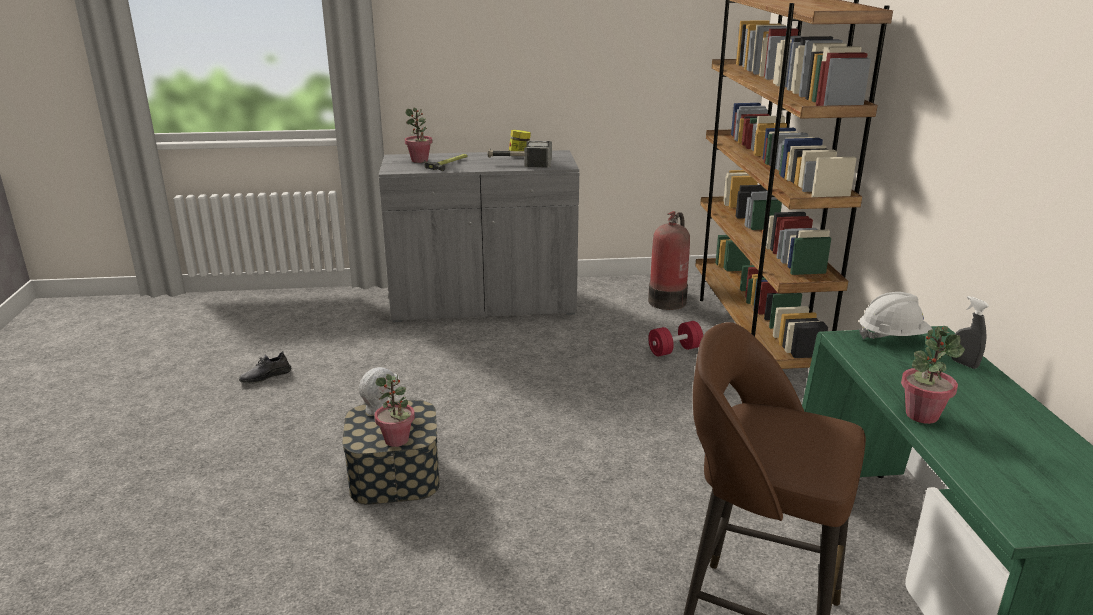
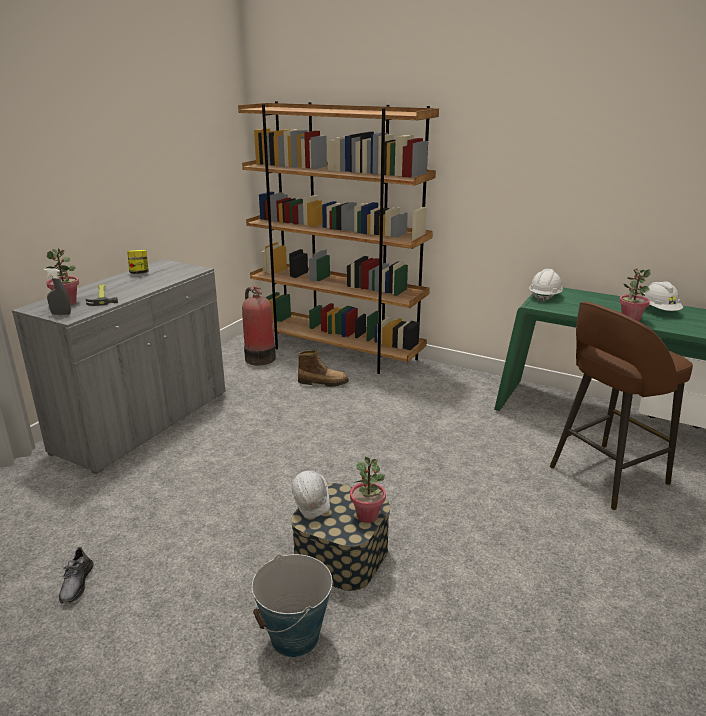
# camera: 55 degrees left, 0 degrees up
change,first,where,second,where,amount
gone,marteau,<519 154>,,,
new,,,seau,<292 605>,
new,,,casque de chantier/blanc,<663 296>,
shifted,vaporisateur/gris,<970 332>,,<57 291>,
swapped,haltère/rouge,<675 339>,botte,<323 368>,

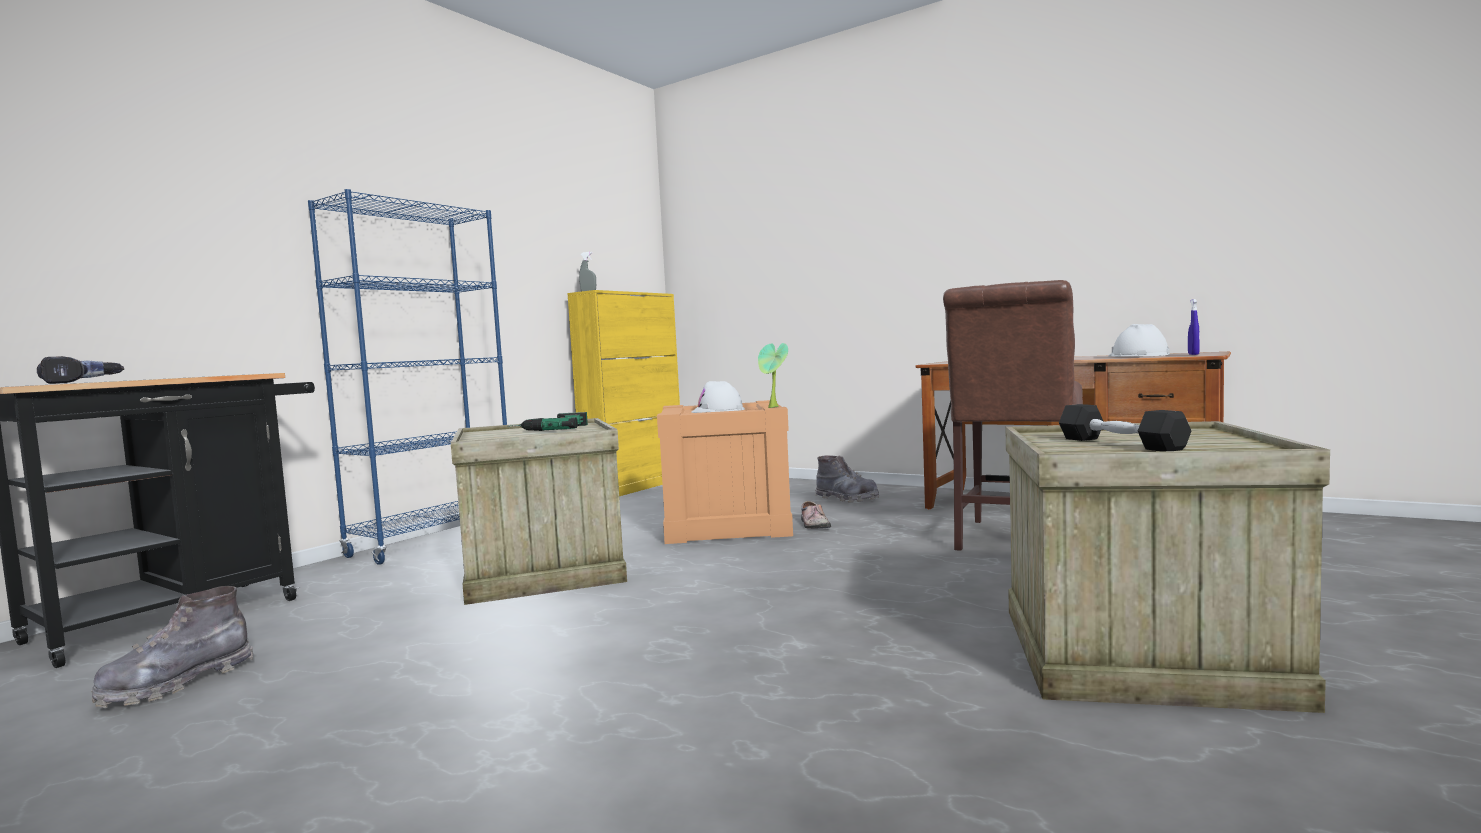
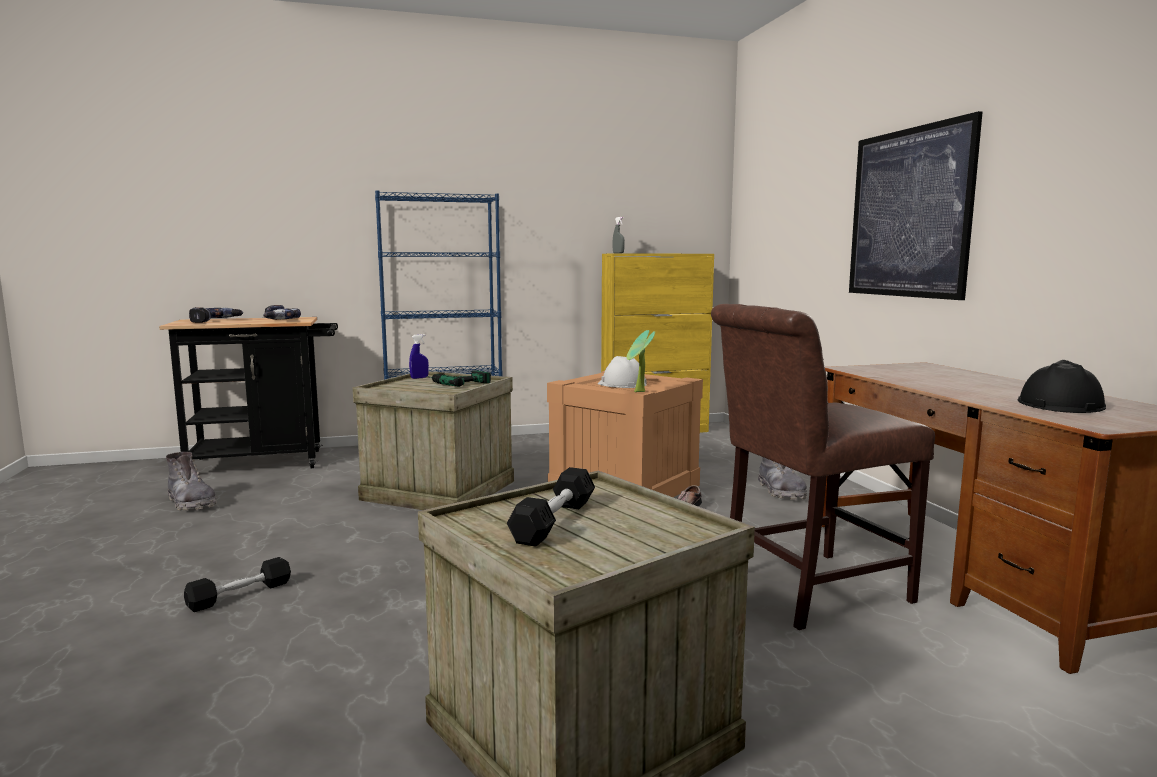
# camera: 40 degrees right, 5 degrees up
change,first,where,second,where,amount
new,,,haltère/noir,<237 584>,
new,,,perceuse,<282 312>,
new,,,tableau,<916 205>,
shifted,vaporisateur/bleu,<1194 327>,,<419 356>,
repainted,casque de chantier/blanc,<1139 340>,casque de chantier/noir,<1062 386>,
rotated,botte/gris,<172 647>,,<191 481>,120 degrees counterclockwise

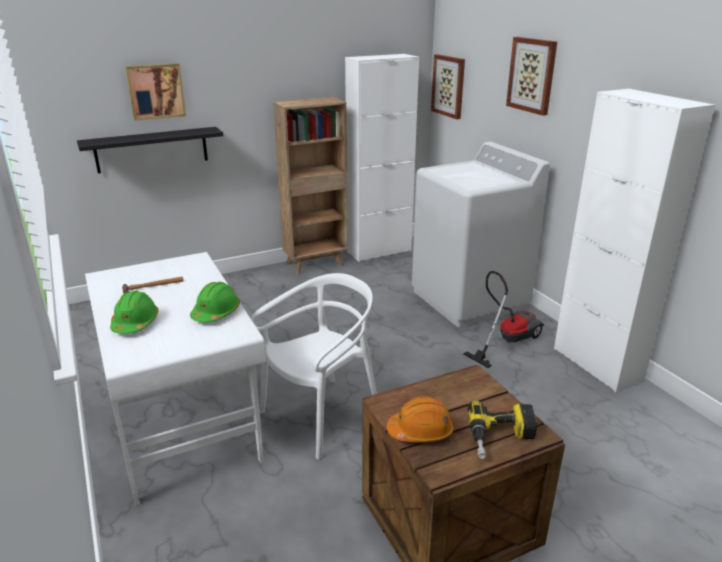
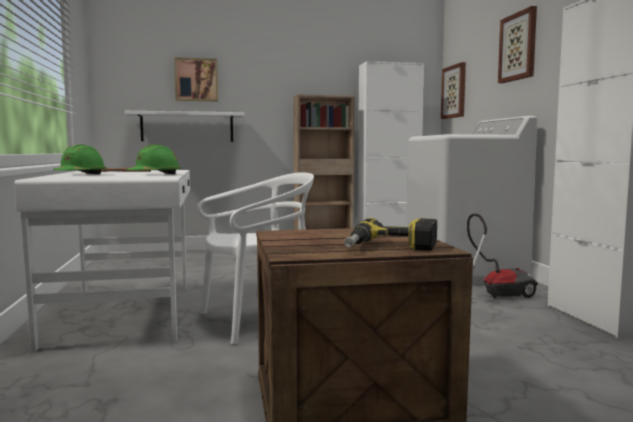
# camera: 15 degrees right, 20 degrees down
change,first,where,second,where,amount
gone,casque de chantier/orange,<420 419>,,,
repainted,étagère/noir,<150 150>,étagère/blanc,<184 126>,

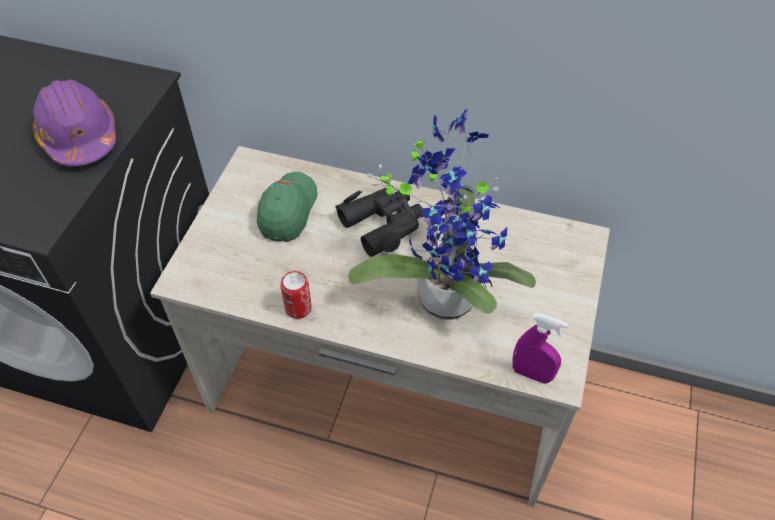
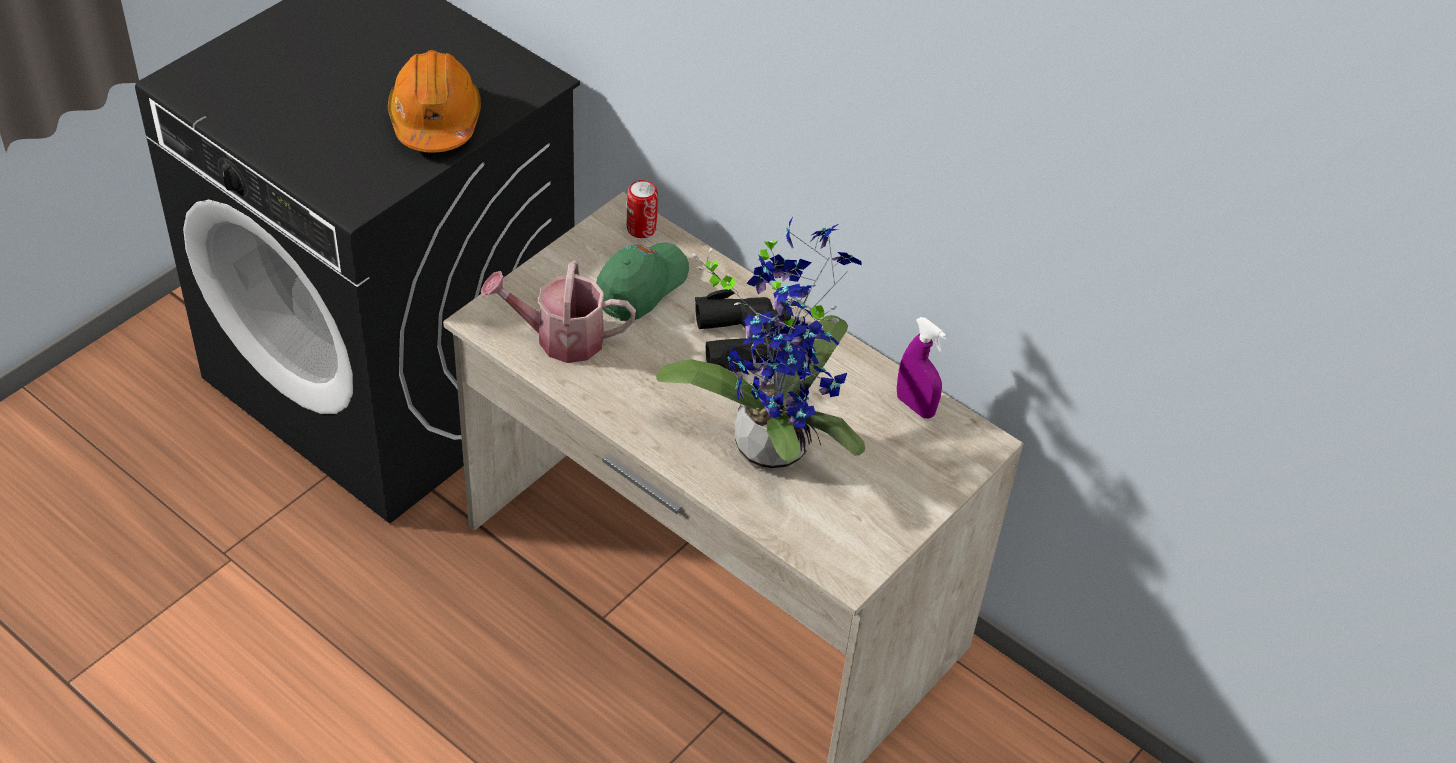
# camera: 20 degrees right, 5 degrees down
change,first,where,second,where,amount
new,,,arrosoir,<558 311>,
shifted,boîte métallique,<296 295>,,<642 209>,
shifted,vaporisateur/violet,<540 348>,,<922 367>,
repainted,casque de chantier/violet,<74 122>,casque de chantier/orange,<434 101>,

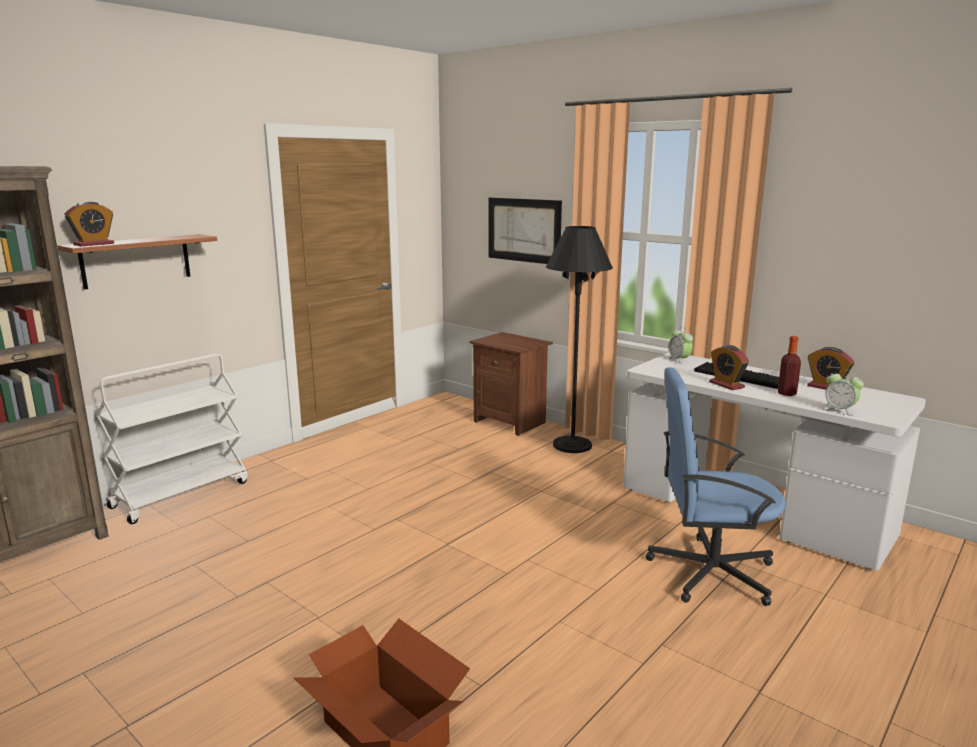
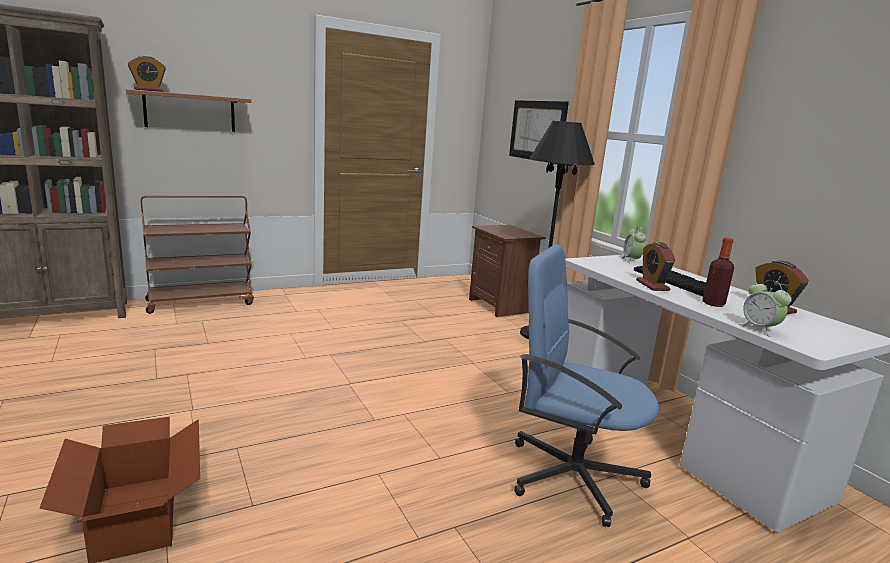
# camera: 20 degrees right, 0 degrees up
change,first,where,second,where,amount
repainted,chariot/blanc,<172 439>,chariot/marron,<197 255>,

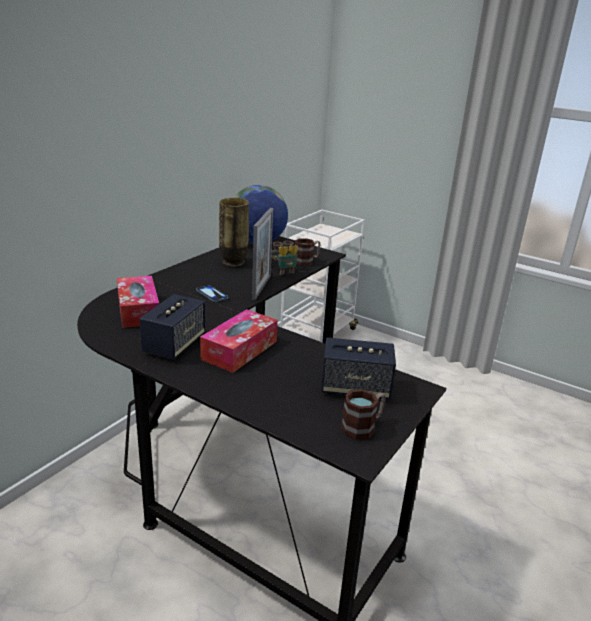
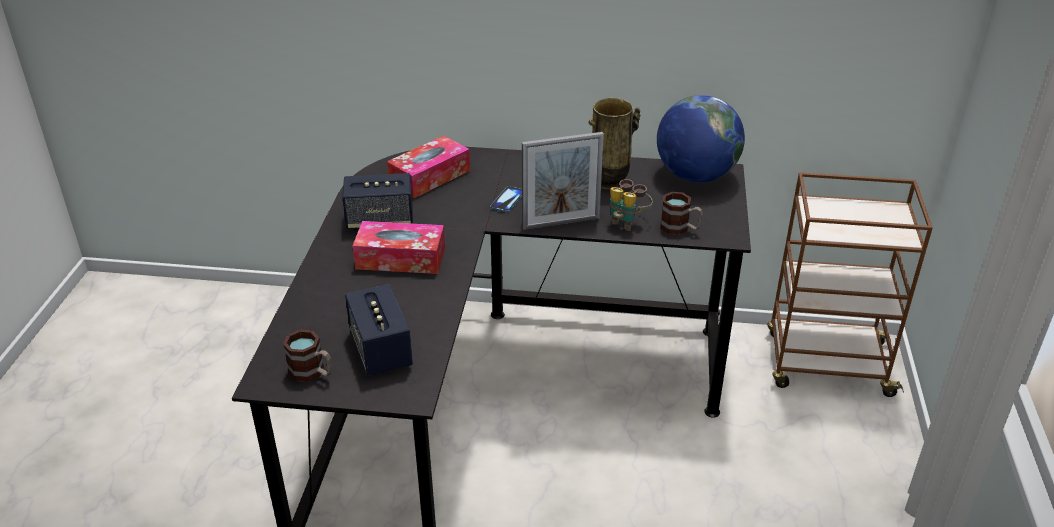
# camera: 65 degrees right, 10 degrees up
change,first,where,second,where,amount
repainted,chariot/blanc,<322 276>,chariot/marron,<850 284>,

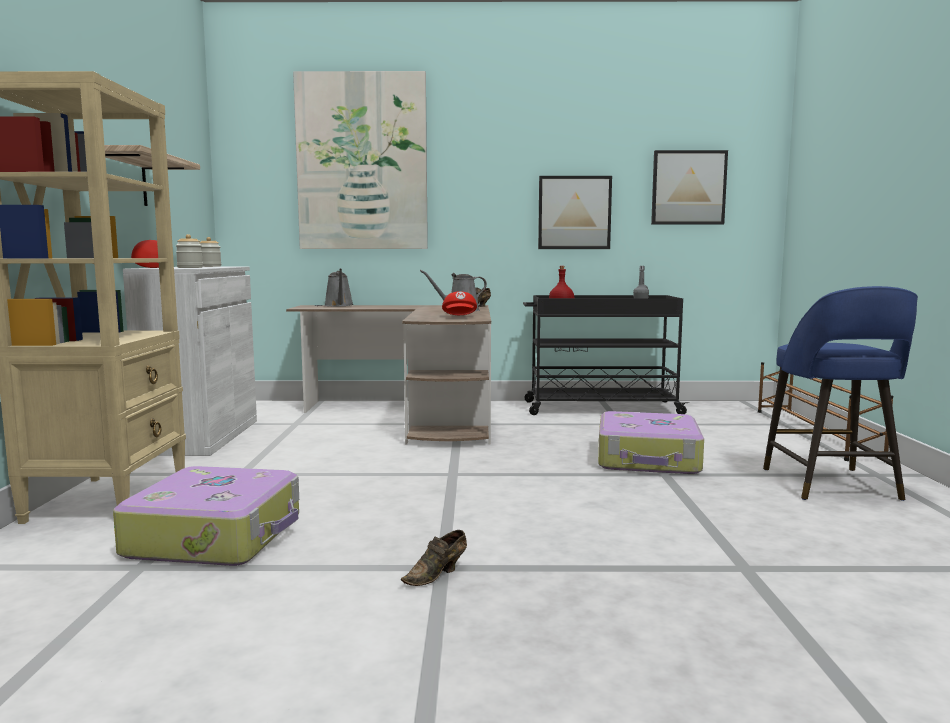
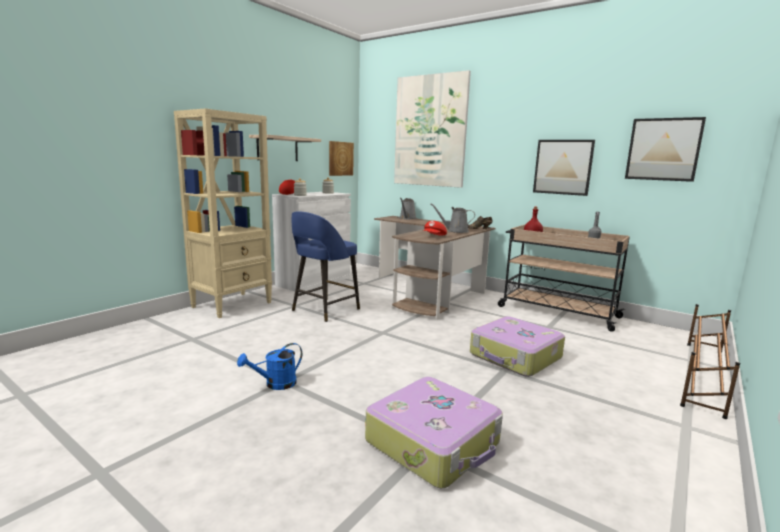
# camera: 35 degrees right, 5 degrees up
change,first,where,second,where,amount
new,,,tableau,<341 158>,
shifted,valise,<206 516>,,<434 432>,
shifted,tabouret/bleu,<840 393>,,<326 266>,
swapped,chaussure/marron,<434 558>,arrosoir/bleu,<269 366>,
repainted,chariot/noir,<606 355>,chariot/beige,<564 278>,

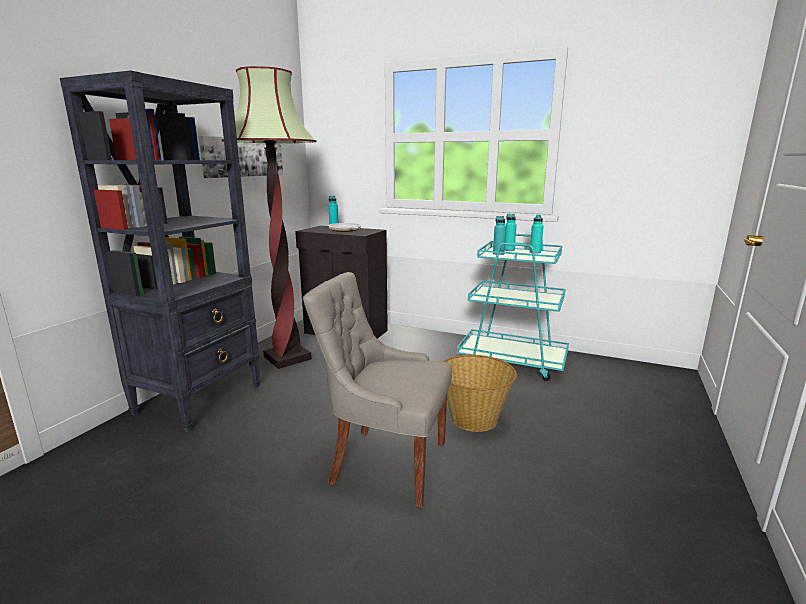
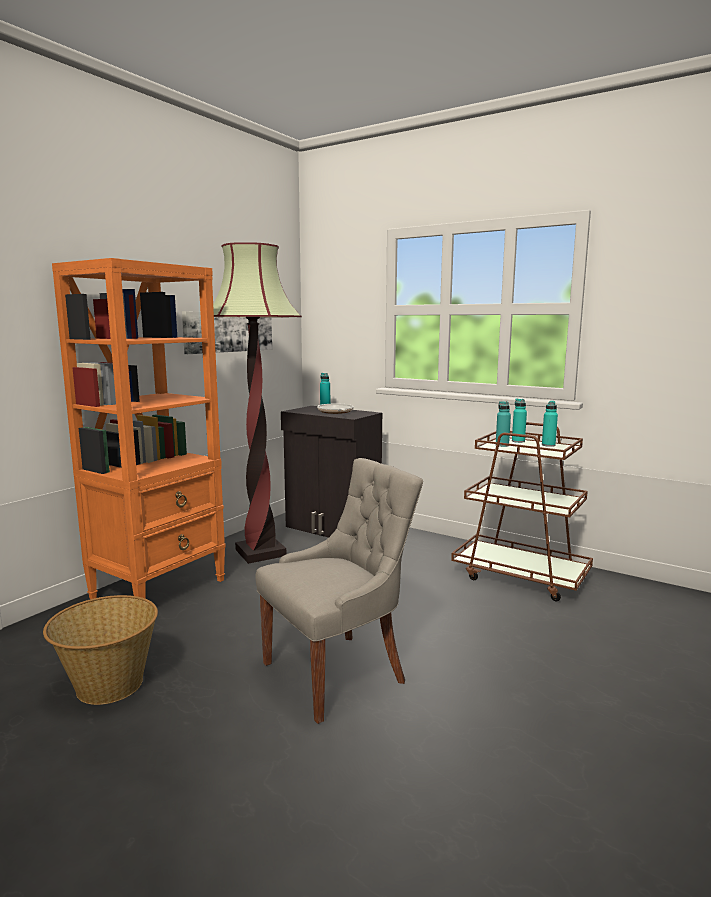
# camera: 10 degrees right, 5 degrees down
change,first,where,second,where,amount
shifted,panier,<479 393>,,<100 650>,
repainted,bibliothèque/noir,<160 251>,bibliothèque/orange,<139 428>,
repainted,chariot/turquoise,<513 307>,chariot/marron,<522 511>,
rotated,chaise/gris,<377 390>,,<339 591>,120 degrees clockwise

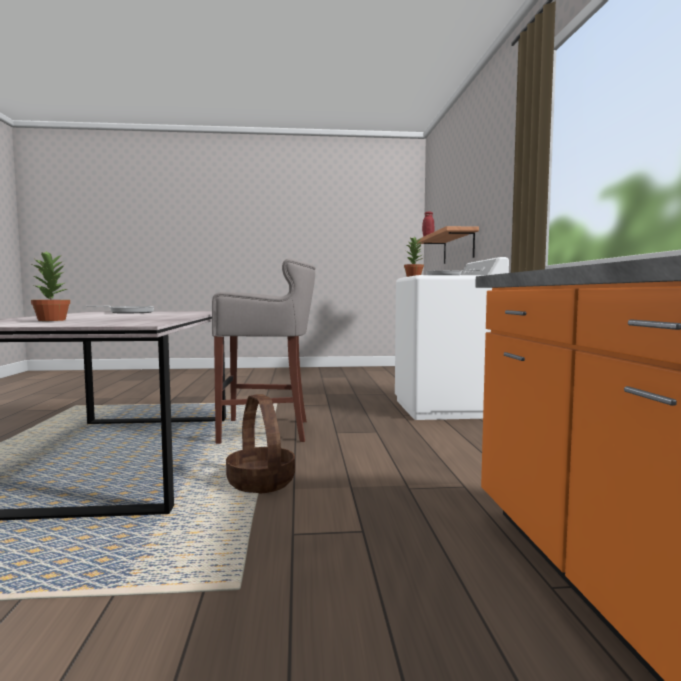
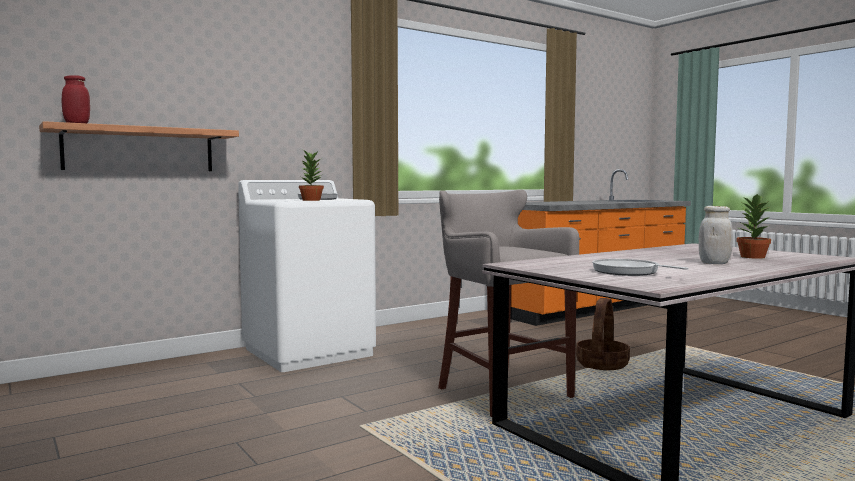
# camera: 120 degrees left, 0 degrees up
change,first,where,second,where,amount
new,,,bocal/blanc,<716 235>,

